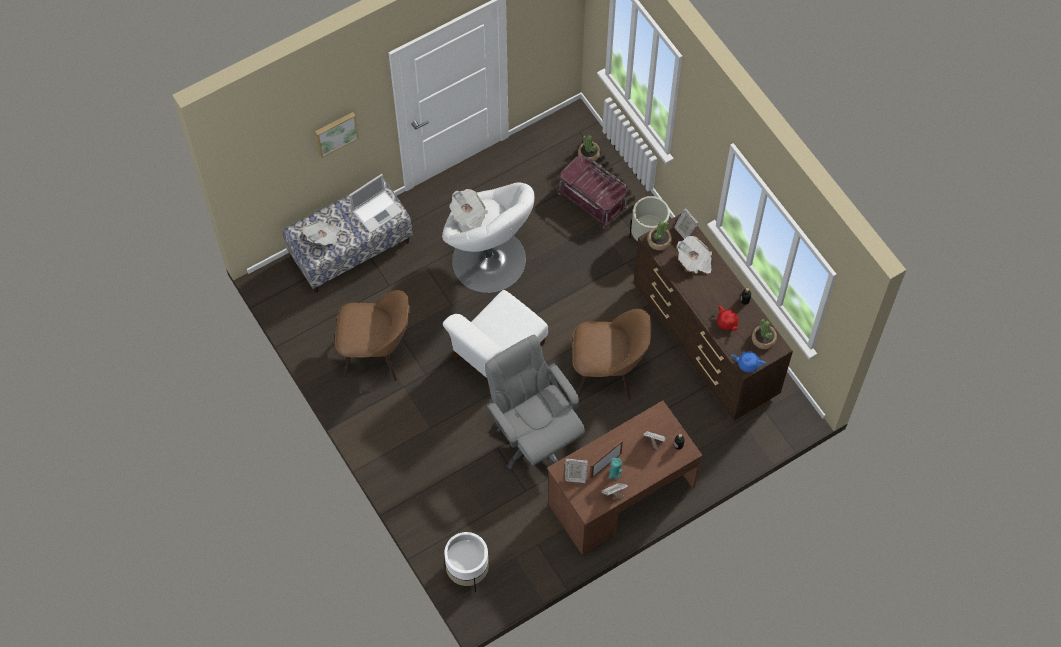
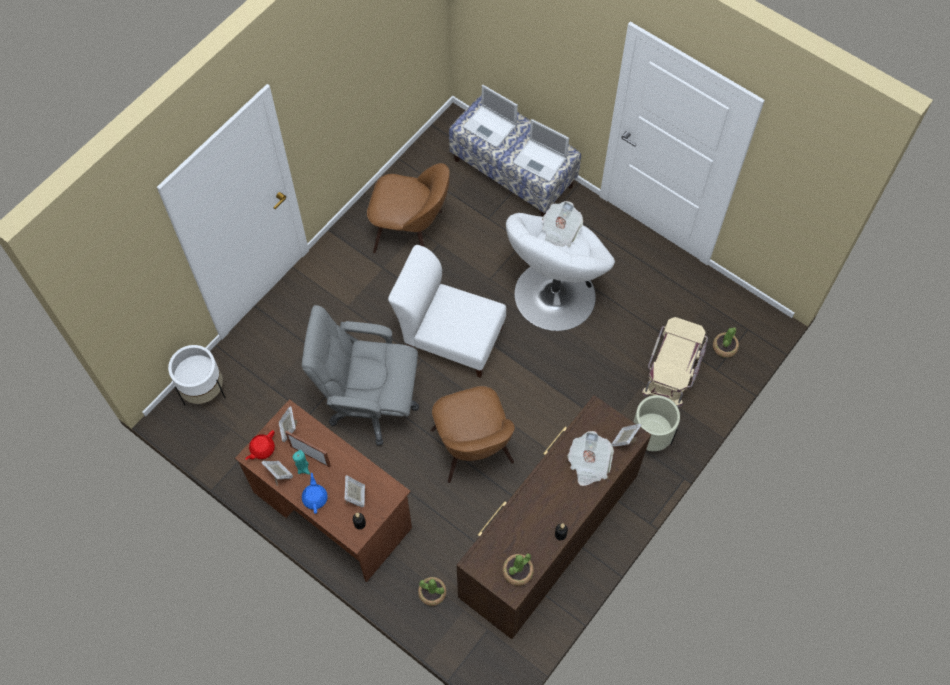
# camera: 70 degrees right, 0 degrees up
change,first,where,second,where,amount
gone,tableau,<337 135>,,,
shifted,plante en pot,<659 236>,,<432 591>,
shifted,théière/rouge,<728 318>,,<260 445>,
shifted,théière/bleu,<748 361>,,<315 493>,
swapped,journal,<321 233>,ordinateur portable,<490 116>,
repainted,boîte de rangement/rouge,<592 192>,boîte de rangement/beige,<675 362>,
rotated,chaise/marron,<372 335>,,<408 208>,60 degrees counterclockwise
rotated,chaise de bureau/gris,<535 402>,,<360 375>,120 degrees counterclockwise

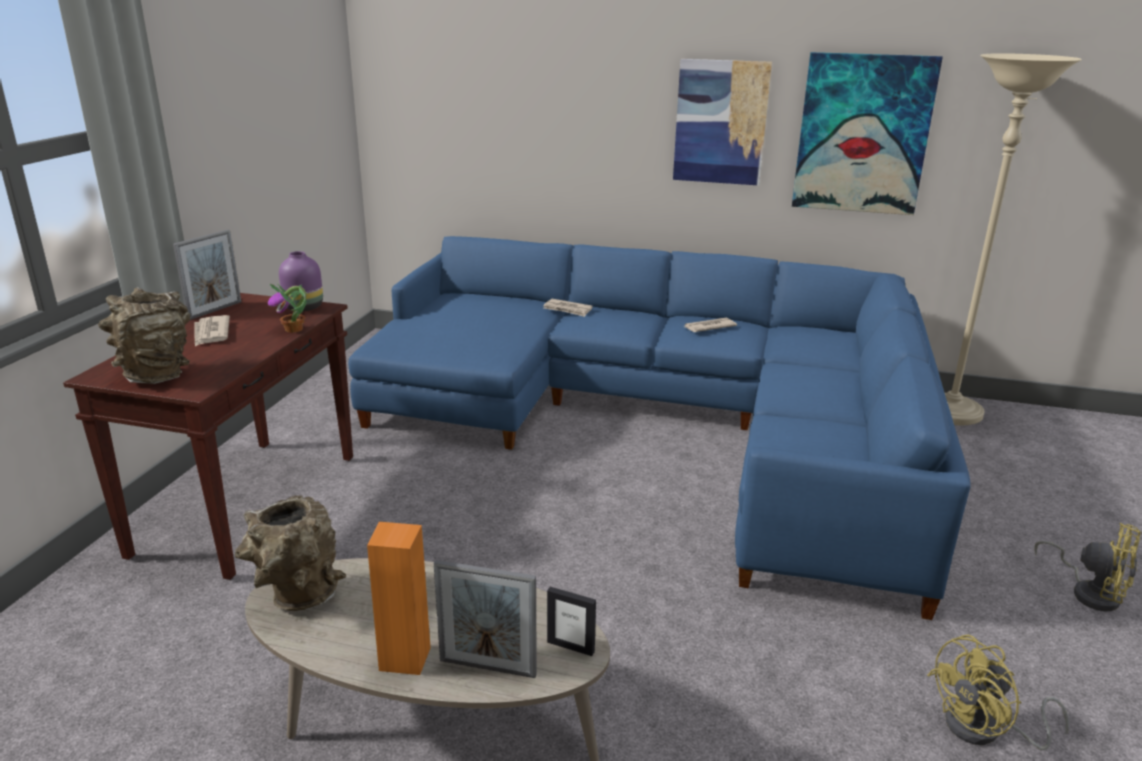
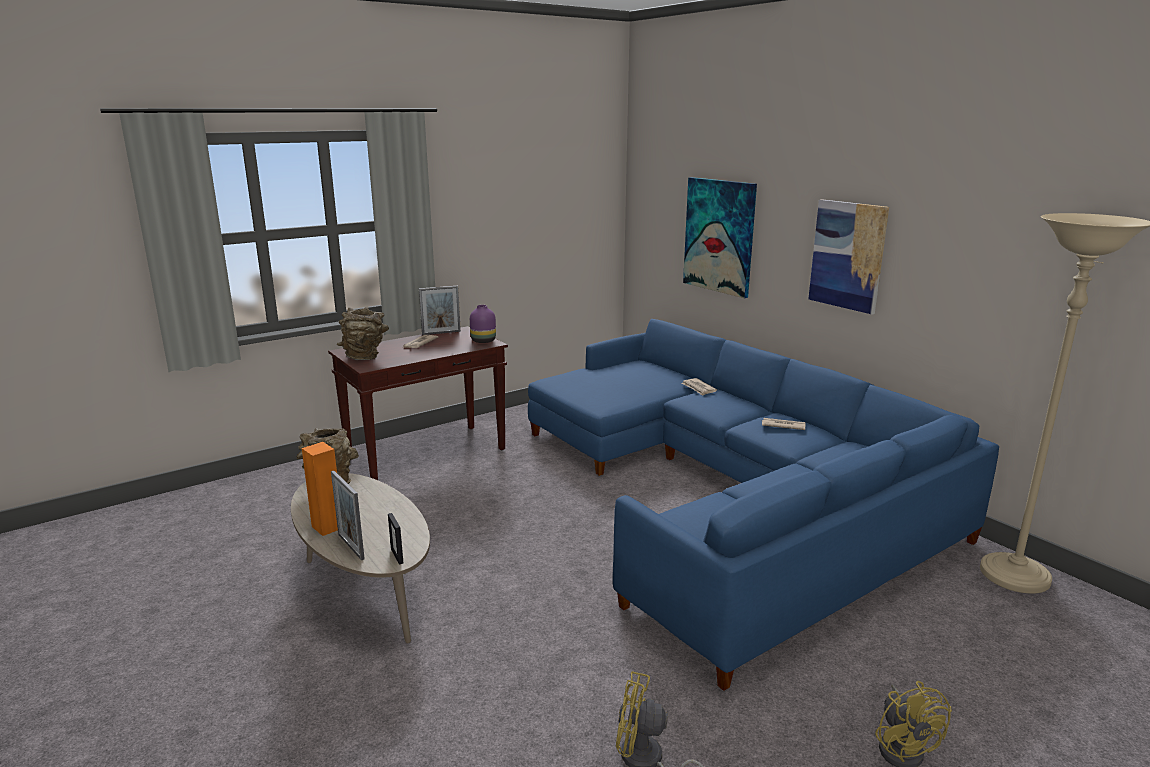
# camera: 40 degrees right, 5 degrees down
change,first,where,second,where,amount
gone,plante en pot,<287 308>,,,
shifted,tableau,<867 133>,,<720 237>,

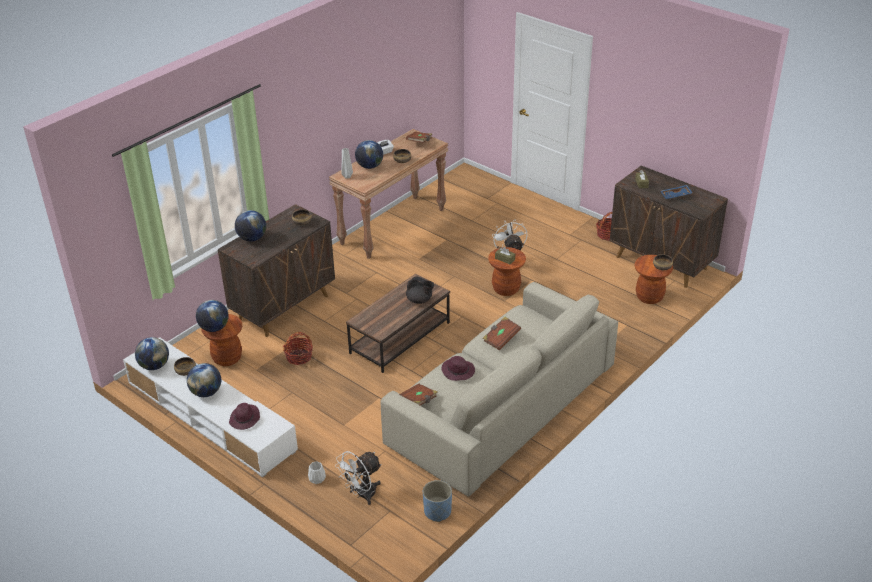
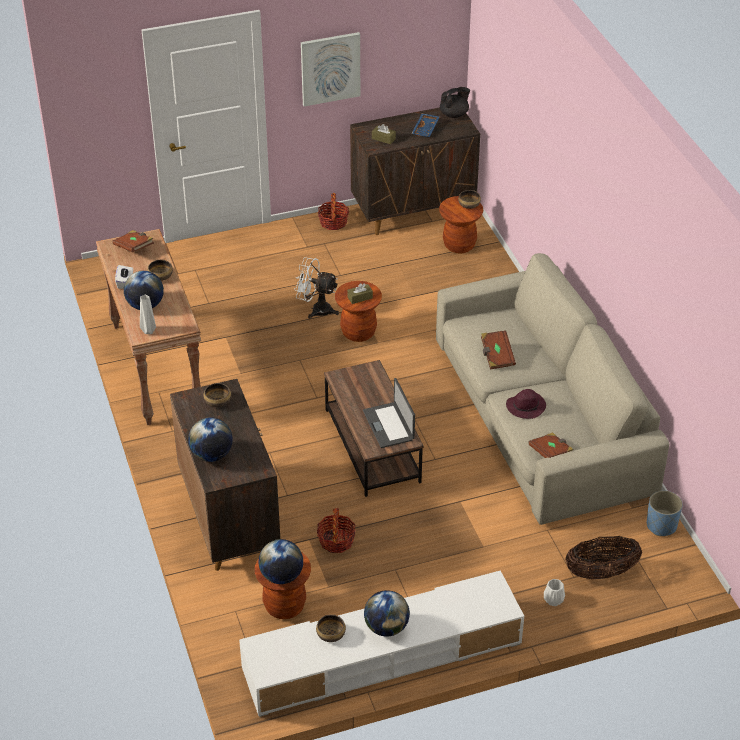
# camera: 60 degrees left, 5 degrees up
change,first,where,second,where,amount
gone,globe,<152 353>,,,
gone,chapeau/violet,<244 416>,,,
new,,,tableau,<330 69>,
new,,,ordinateur portable,<389 413>,
shifted,théière/noir,<420 290>,,<455 102>,
swapped,ventilateur/blanc,<358 478>,panier,<603 558>,

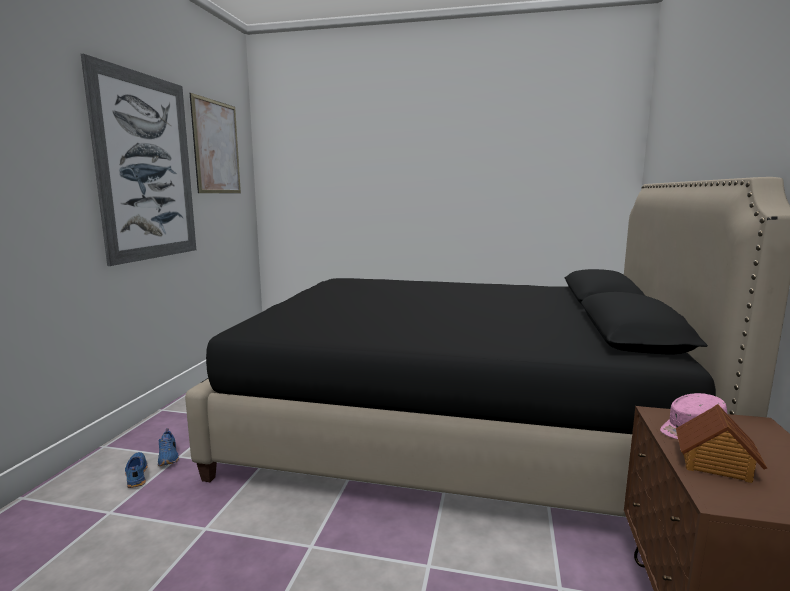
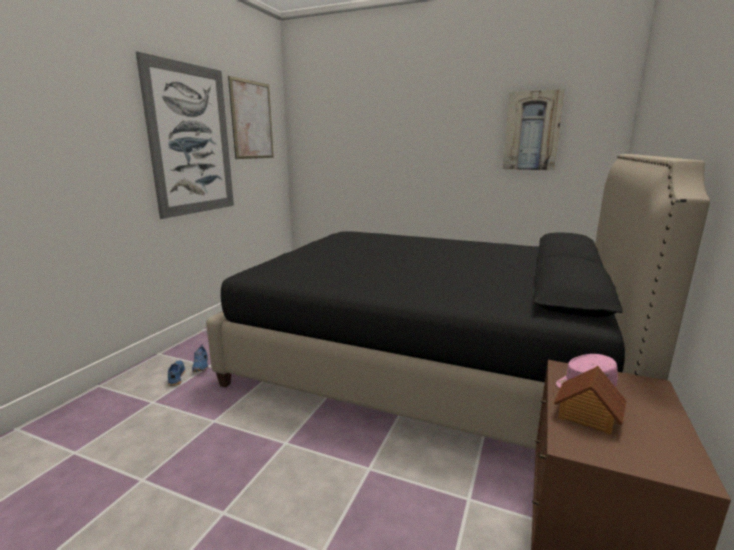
# camera: 10 degrees right, 5 degrees up
change,first,where,second,where,amount
new,,,tableau,<533 129>,

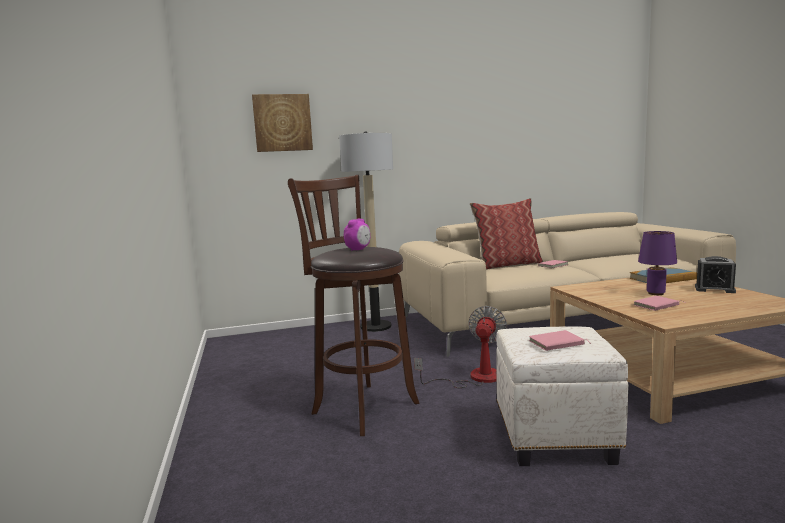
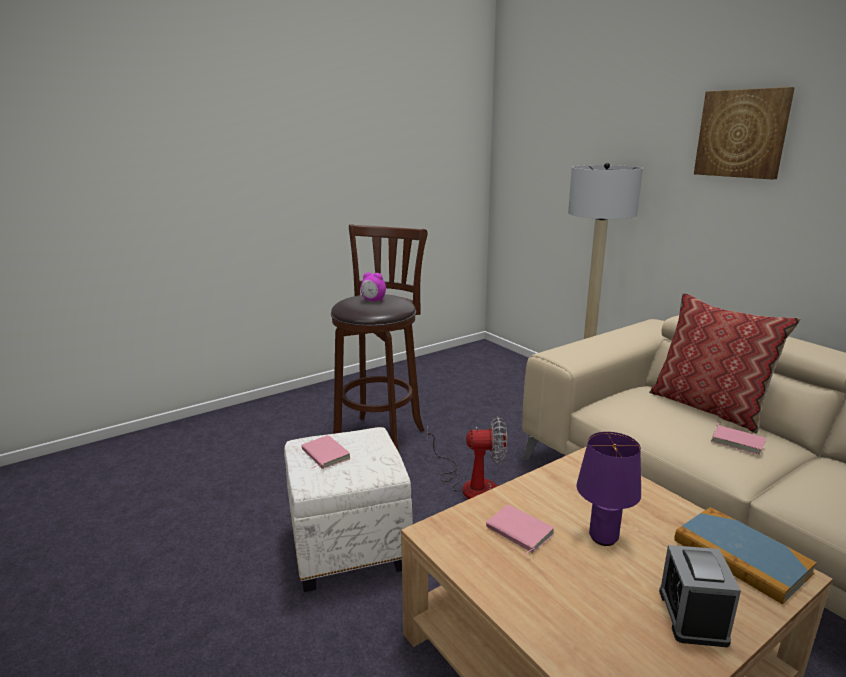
# camera: 70 degrees right, 10 degrees up
change,first,where,second,where,amount
shifted,tableau,<282 123>,,<744 133>,

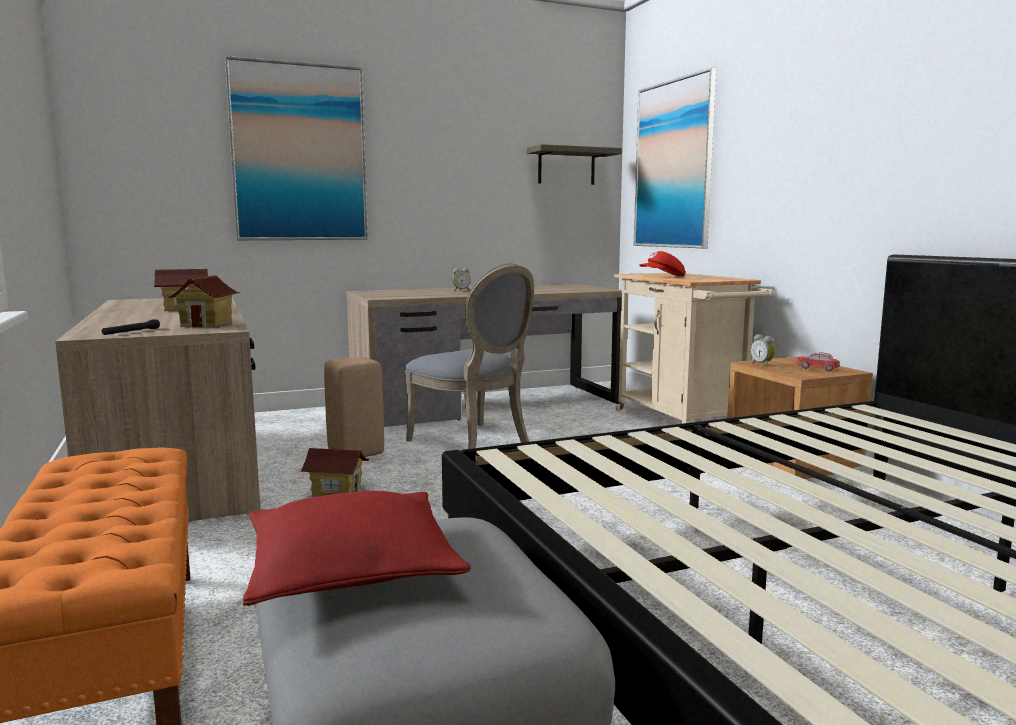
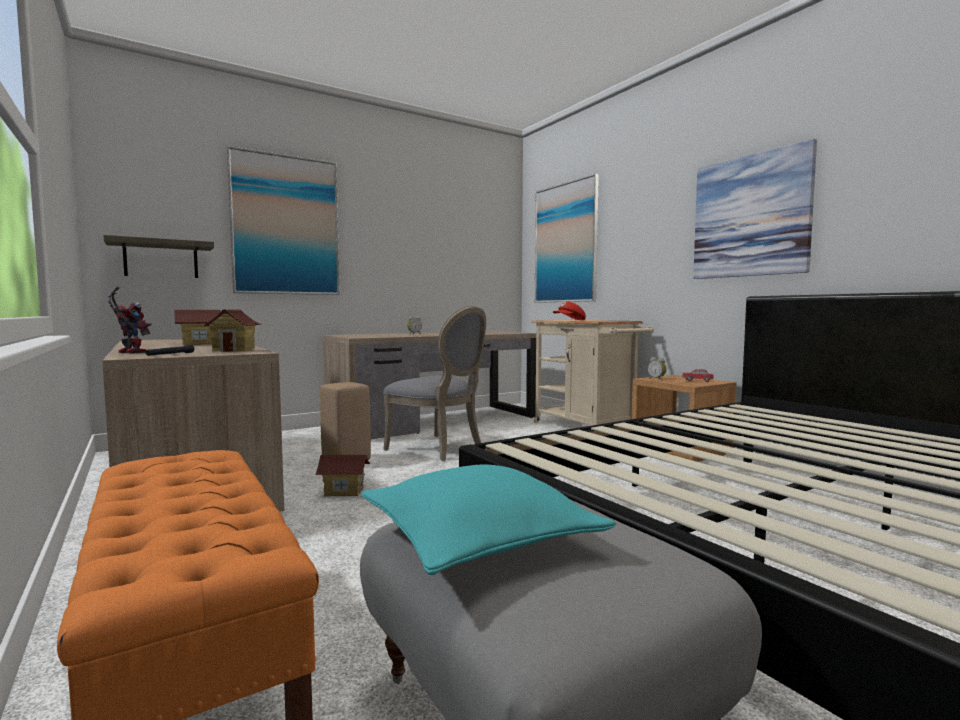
# camera: 10 degrees left, 5 degrees down
change,first,where,second,where,amount
new,,,robot jouet,<130 320>,
new,,,tableau,<755 209>,
shifted,étagère,<574 164>,,<159 256>,
repainted,coussin/rouge,<357 548>,coussin/turquoise,<488 520>,

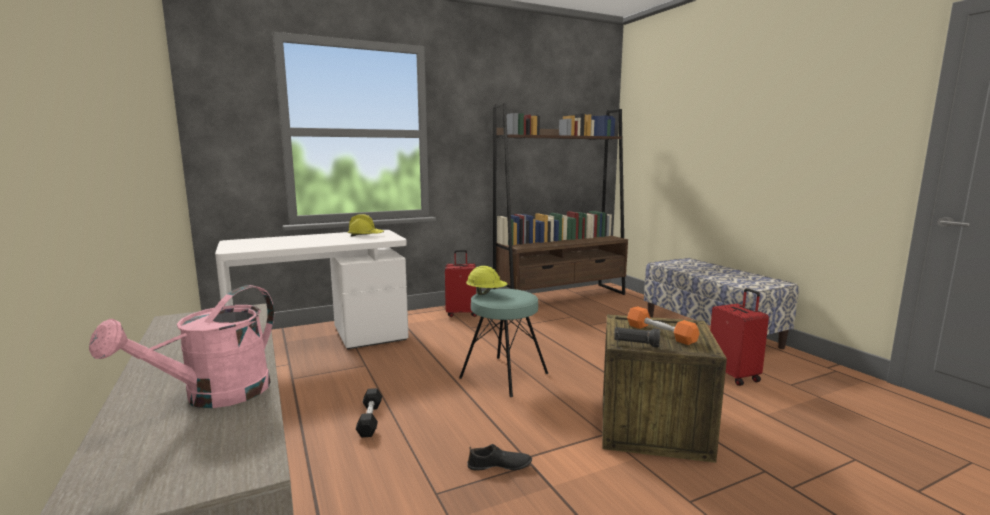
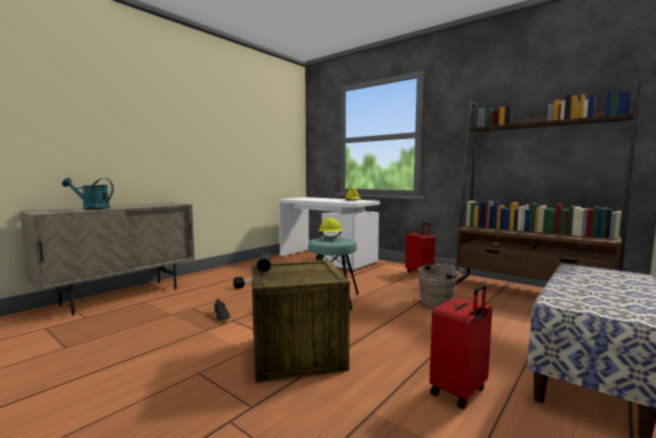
# camera: 65 degrees right, 5 degrees down
change,first,where,second,where,amount
gone,haltère/orange,<663 325>,,,
new,,,seau/marron,<440 286>,
repainted,arrosoir/rose,<181 346>,arrosoir/turquoise,<88 194>,

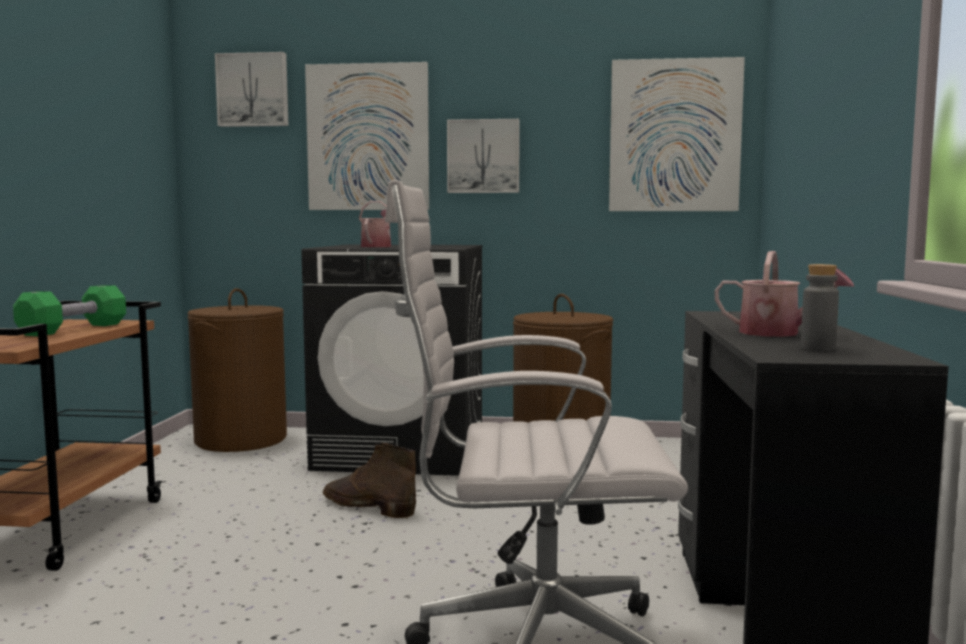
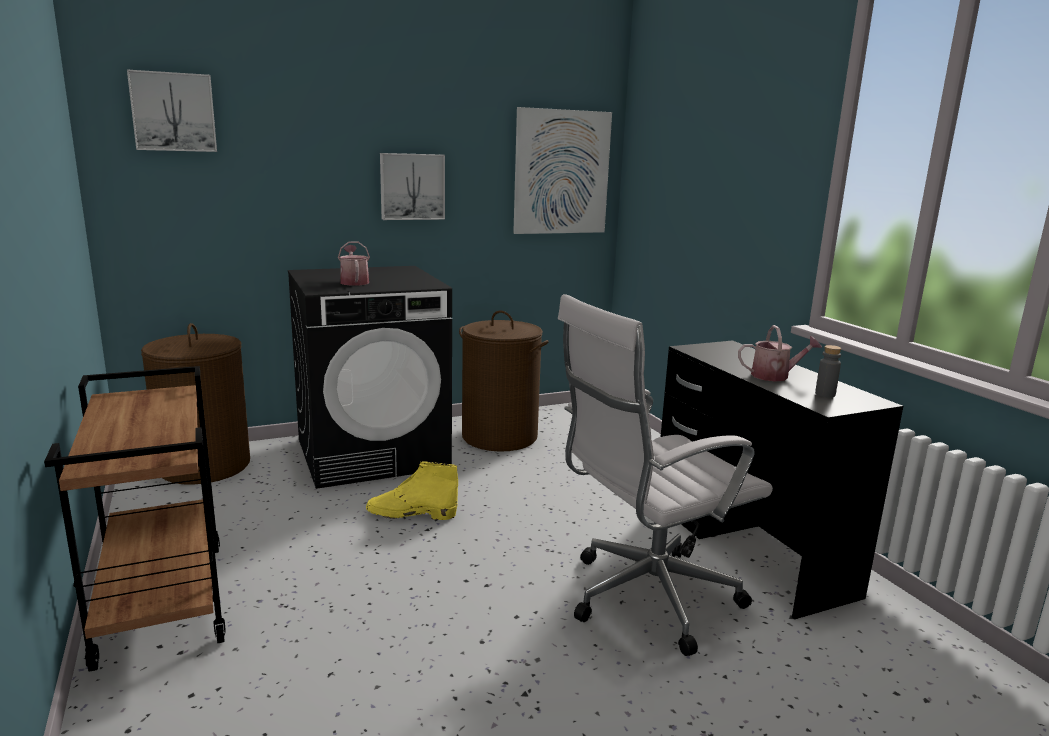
# camera: 30 degrees left, 10 degrees up
change,first,where,second,where,amount
gone,haltère/vert,<69 310>,,,
gone,tableau,<367 136>,,,
repainted,botte/marron,<369 480>,botte/jaune,<412 490>,

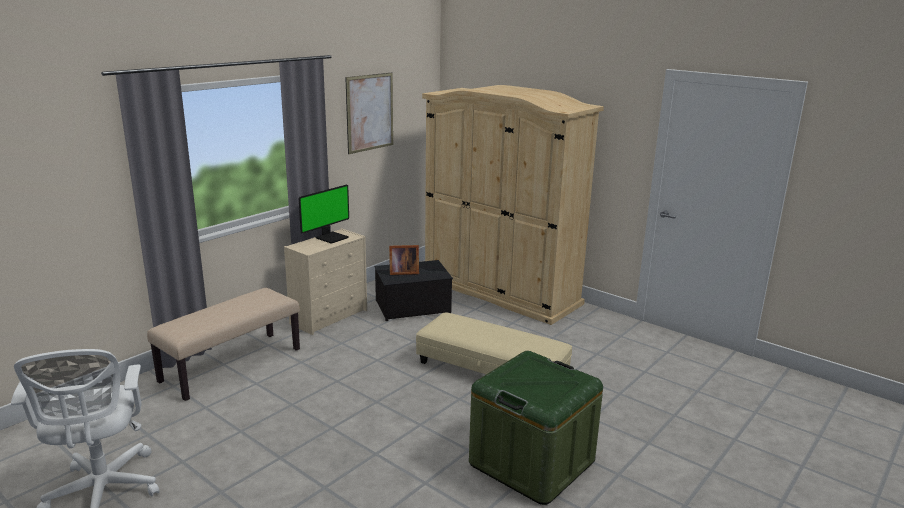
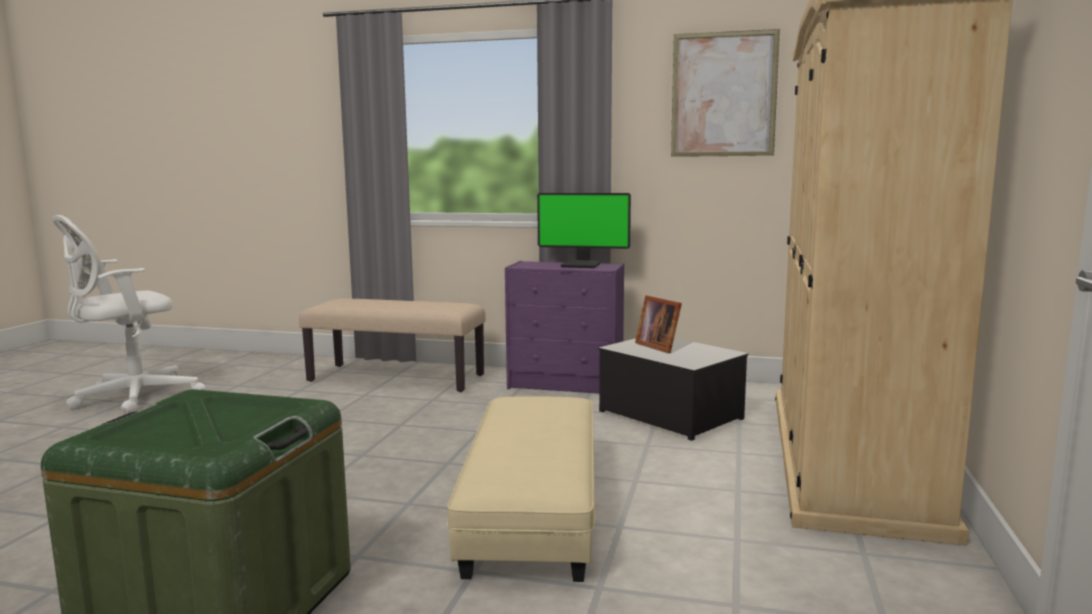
# camera: 65 degrees right, 10 degrees down
change,first,where,second,where,amount
repainted,commode/beige,<325 282>,commode/violet,<564 327>,

